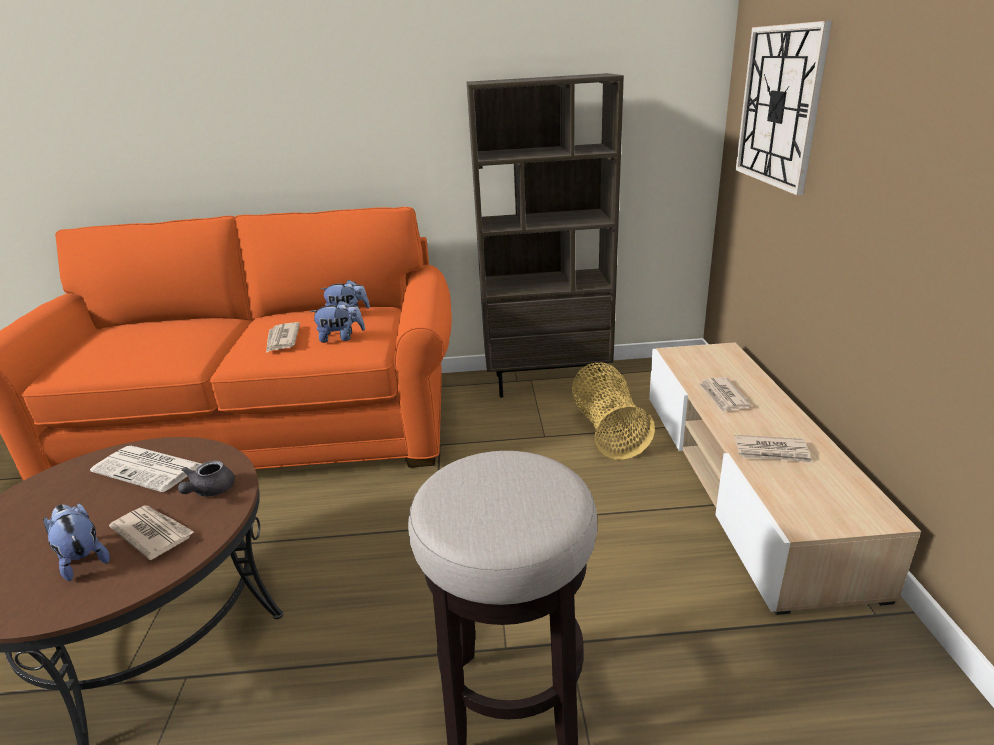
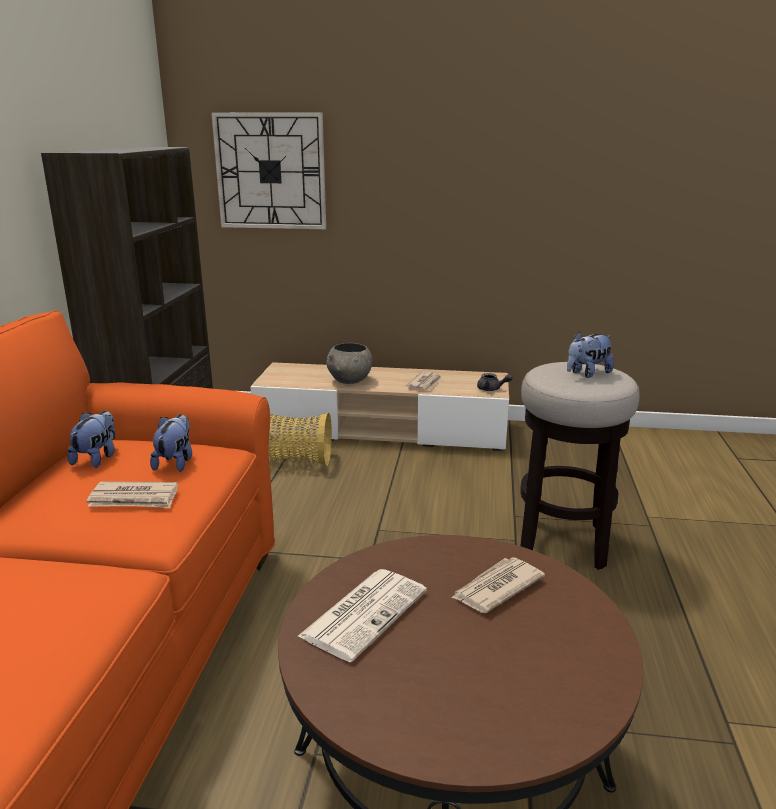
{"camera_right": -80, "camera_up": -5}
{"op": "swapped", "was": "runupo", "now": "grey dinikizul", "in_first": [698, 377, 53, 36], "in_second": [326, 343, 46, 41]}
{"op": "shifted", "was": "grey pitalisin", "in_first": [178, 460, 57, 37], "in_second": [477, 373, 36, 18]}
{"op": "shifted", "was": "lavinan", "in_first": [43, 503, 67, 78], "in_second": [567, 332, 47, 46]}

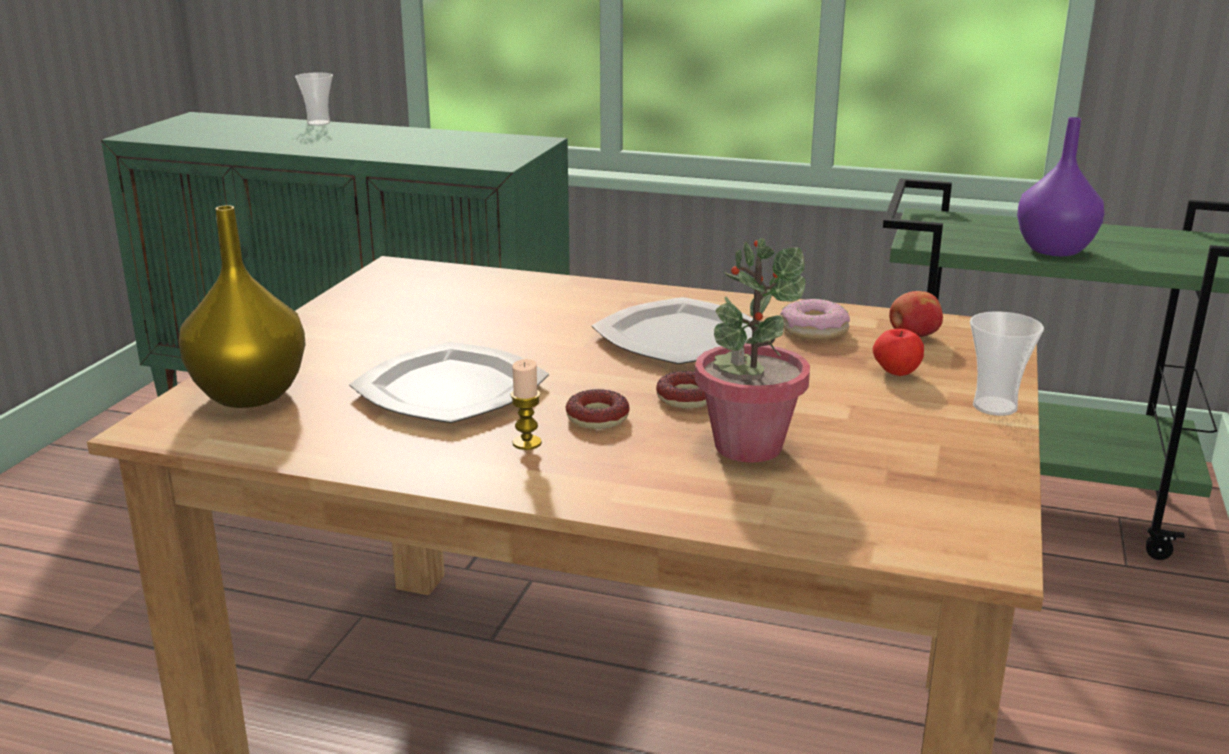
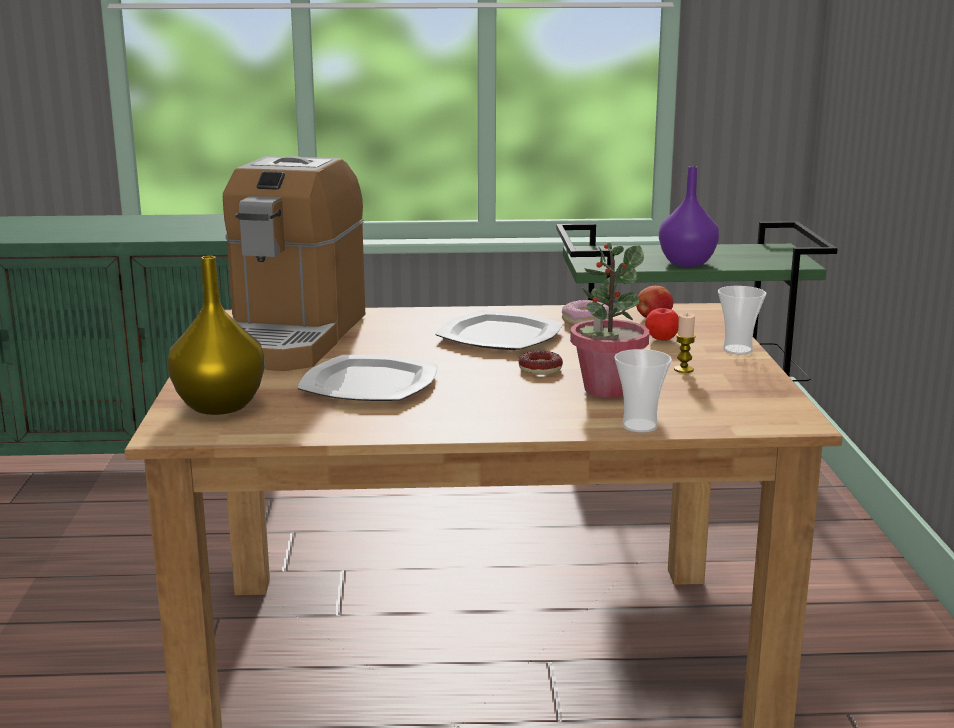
{"camera_right": -20, "camera_up": -5}
{"op": "shifted", "was": "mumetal", "in_first": [295, 72, 38, 54], "in_second": [614, 349, 58, 84]}
{"op": "shifted", "was": "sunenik", "in_first": [510, 359, 32, 91], "in_second": [674, 312, 22, 61]}
{"op": "gone", "was": "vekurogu", "in_first": [565, 389, 65, 40]}
{"op": "new", "now": "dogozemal", "in_second": [223, 156, 142, 215]}

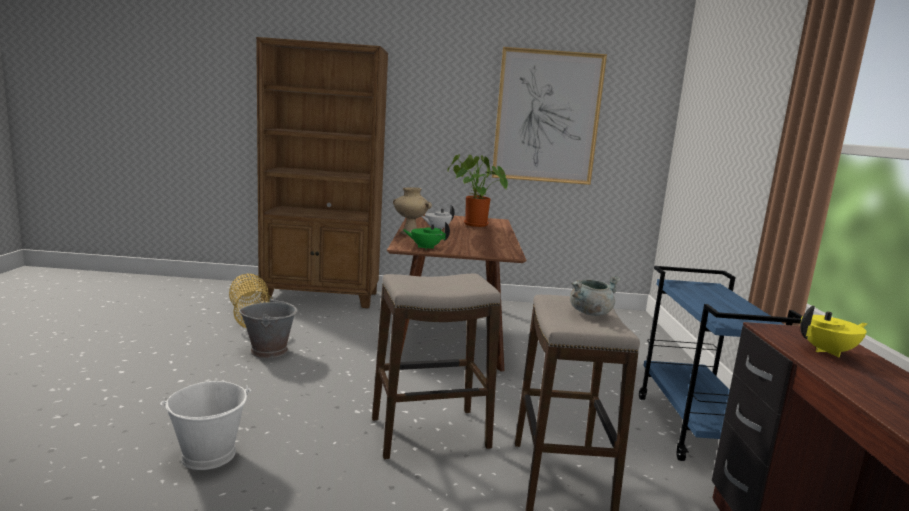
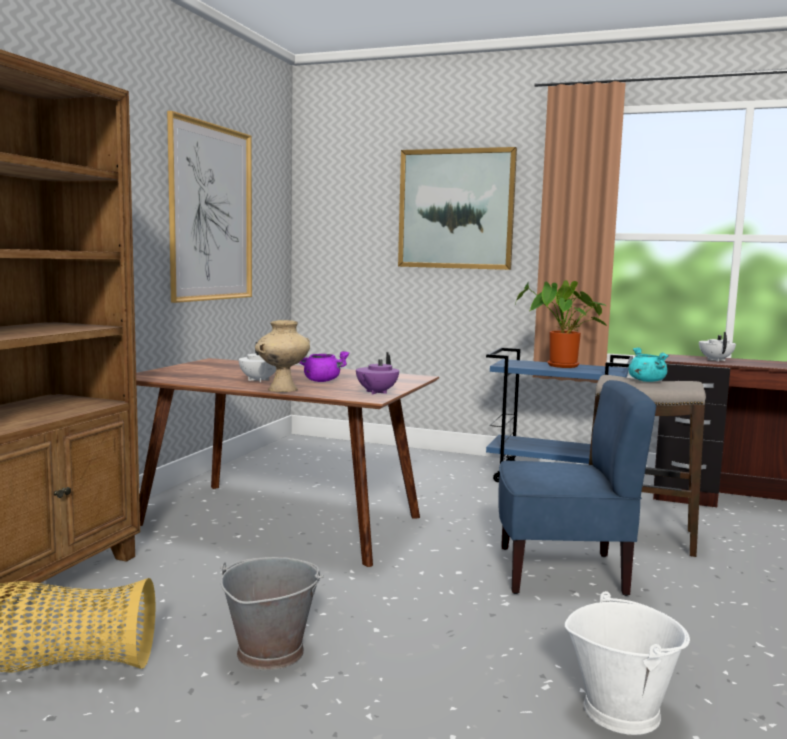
{"camera_right": -70, "camera_up": -5}
{"op": "shifted", "was": "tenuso", "in_first": [447, 154, 61, 73], "in_second": [515, 280, 93, 88]}
{"op": "repainted", "was": "green pitalisin", "now": "purple pitalisin", "in_first": [402, 222, 48, 28], "in_second": [356, 352, 43, 43]}
{"op": "swapped", "was": "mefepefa", "now": "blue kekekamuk", "in_first": [372, 274, 129, 185], "in_second": [498, 380, 158, 216]}
{"op": "repainted", "was": "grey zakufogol", "now": "turquoise zakufogol", "in_first": [570, 276, 51, 40], "in_second": [628, 347, 41, 35]}
{"op": "repainted", "was": "yellow pitalisin", "now": "white pitalisin", "in_first": [800, 305, 67, 53], "in_second": [699, 332, 37, 30]}
{"op": "new", "now": "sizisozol", "in_second": [398, 147, 119, 123]}
{"op": "new", "now": "purple zakufogol", "in_second": [299, 351, 50, 31]}

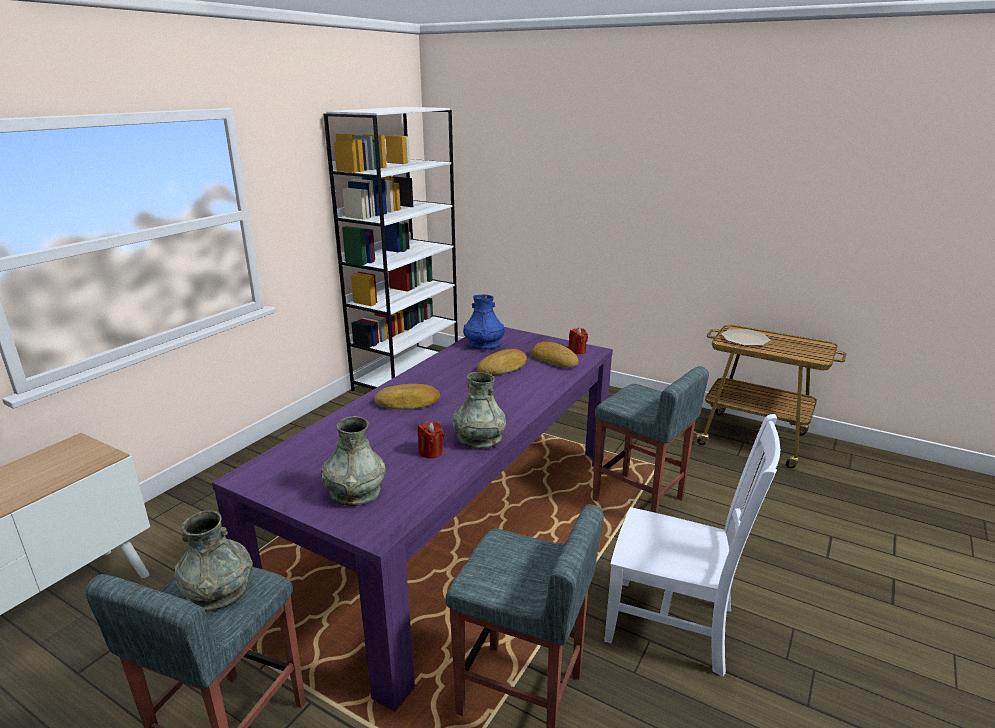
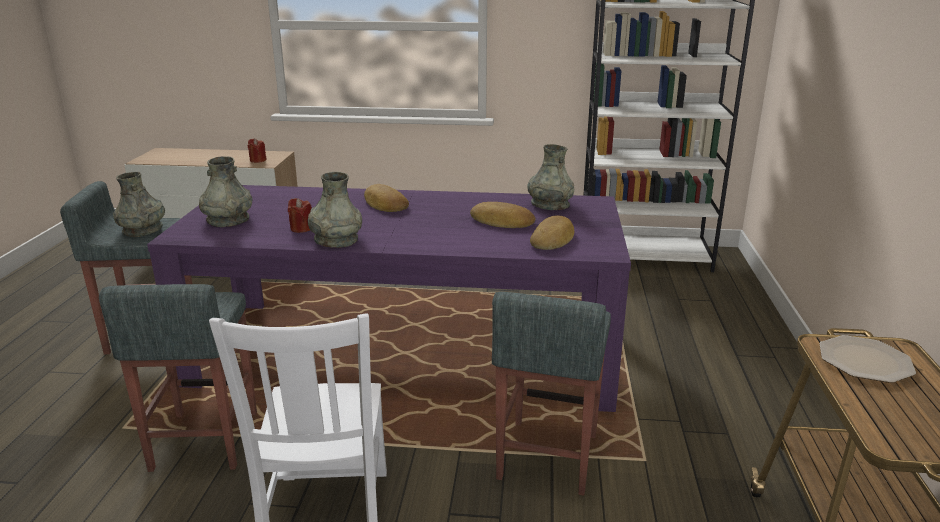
{"camera_right": 65, "camera_up": 0}
{"op": "repainted", "was": "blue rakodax", "now": "grey rakodax", "in_first": [463, 295, 41, 54], "in_second": [527, 144, 47, 66]}
{"op": "shifted", "was": "red sunenik", "in_first": [568, 328, 20, 26], "in_second": [248, 138, 19, 25]}

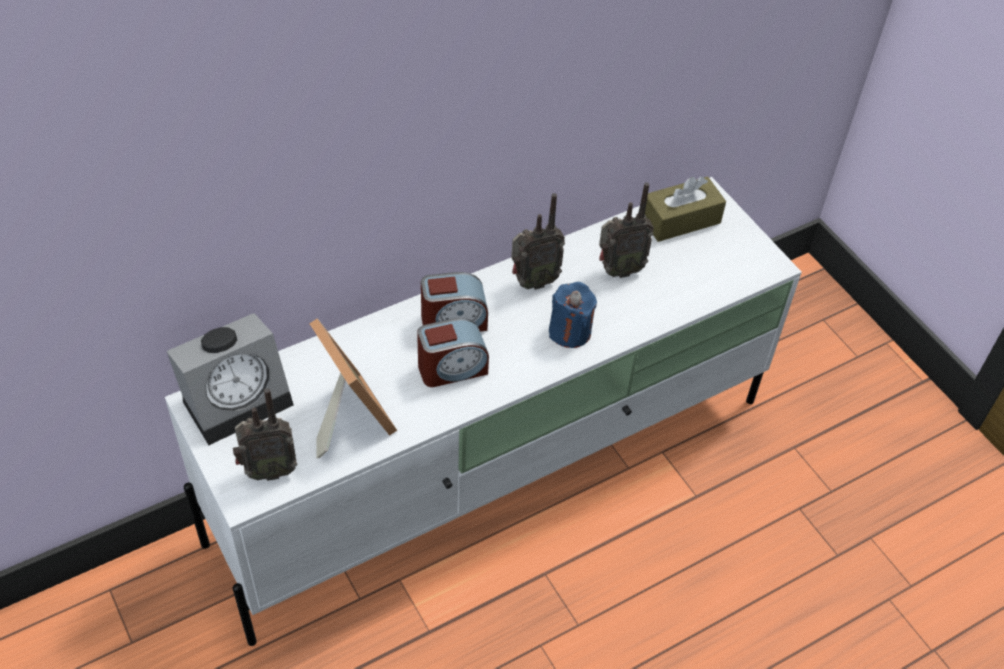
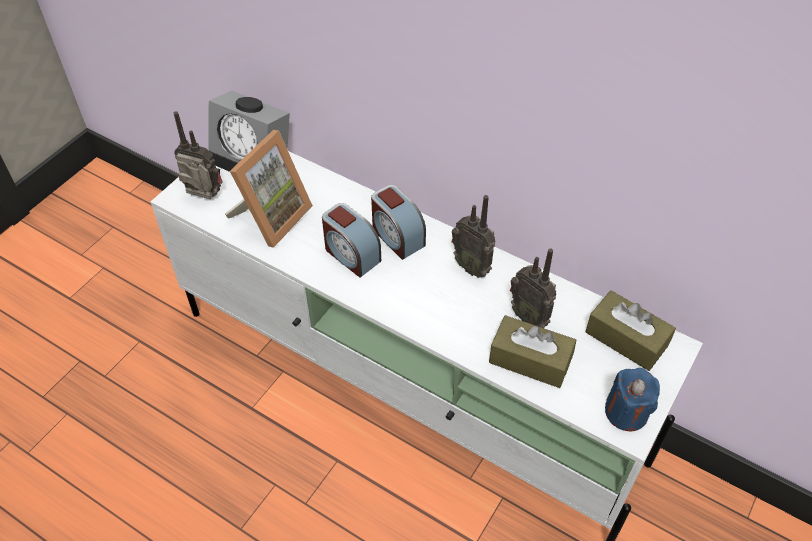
{"camera_right": 65, "camera_up": 0}
{"op": "shifted", "was": "blue sunenik", "in_first": [549, 282, 48, 66], "in_second": [605, 368, 55, 63]}
{"op": "rotated", "was": "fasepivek", "in_first": [233, 388, 64, 93], "in_second": [174, 111, 48, 88], "clockwise": 150}
{"op": "new", "now": "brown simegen", "in_second": [489, 315, 87, 73]}

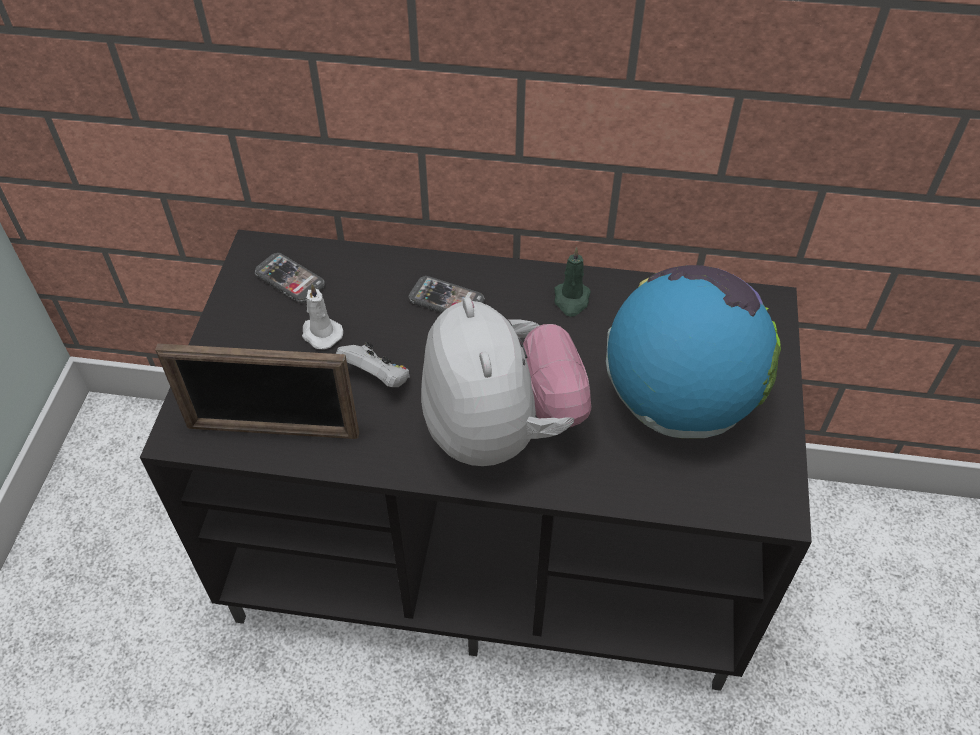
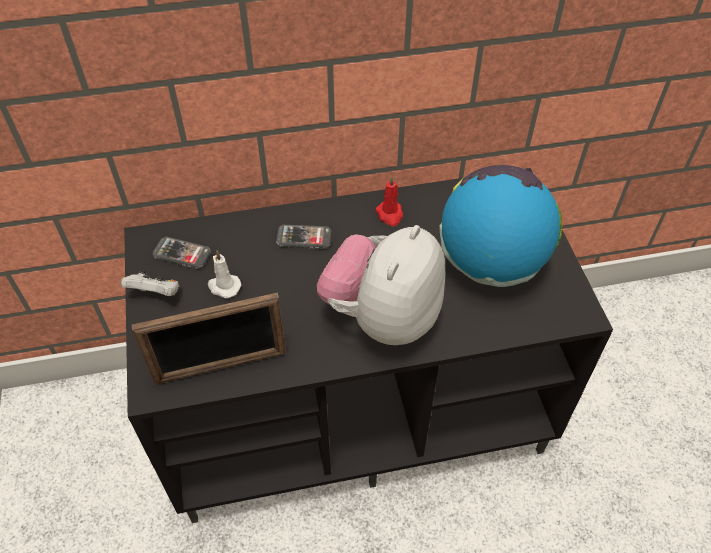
{"camera_right": -20, "camera_up": 0}
{"op": "repainted", "was": "green sunenik", "now": "red sunenik", "in_first": [554, 247, 37, 70], "in_second": [375, 176, 28, 50]}
{"op": "rotated", "was": "lavinan", "in_first": [421, 297, 170, 169], "in_second": [317, 225, 128, 120], "clockwise": -120}
{"op": "shifted", "was": "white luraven", "in_first": [336, 342, 74, 45], "in_second": [121, 270, 58, 26]}

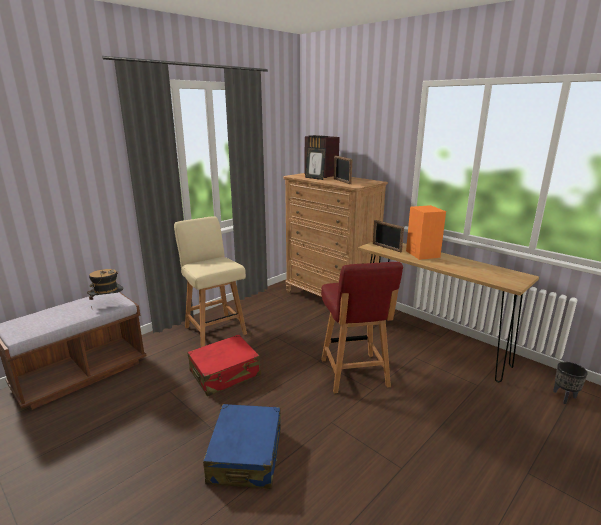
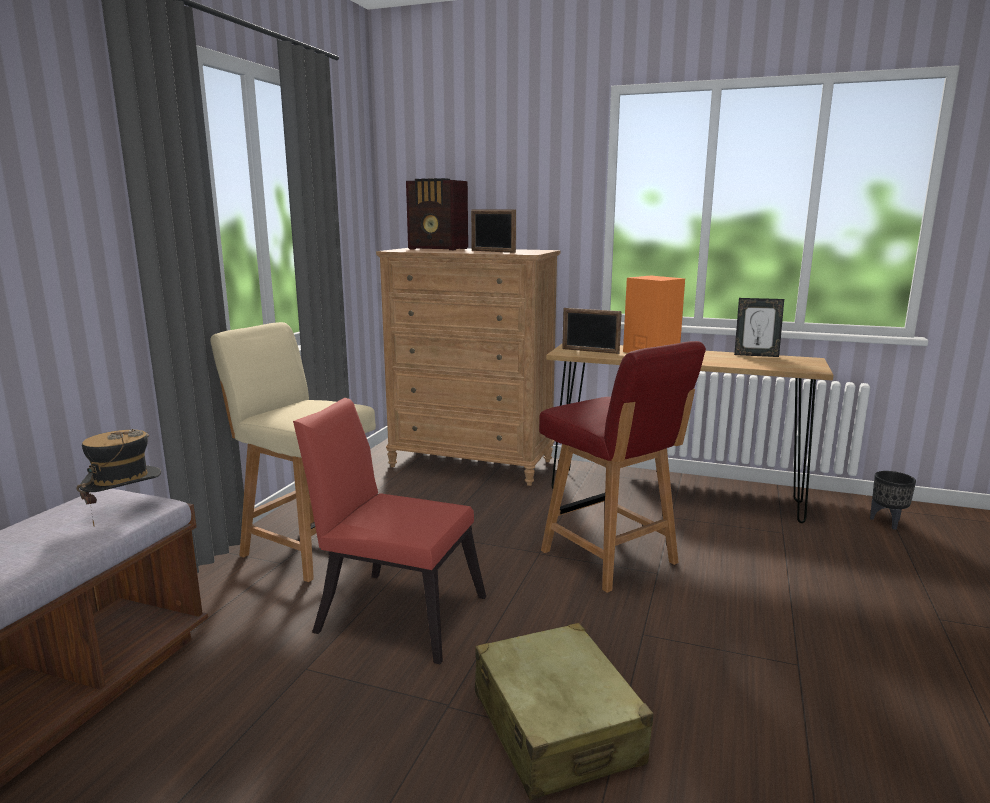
{"camera_right": -25, "camera_up": -5}
{"op": "shifted", "was": "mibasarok", "in_first": [305, 147, 21, 33], "in_second": [734, 298, 50, 59]}
{"op": "swapped", "was": "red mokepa", "now": "red kekekamuk", "in_first": [187, 334, 74, 62], "in_second": [293, 398, 193, 266]}
{"op": "repainted", "was": "blue mokepa", "now": "beige mokepa", "in_first": [203, 404, 78, 85], "in_second": [475, 623, 178, 177]}

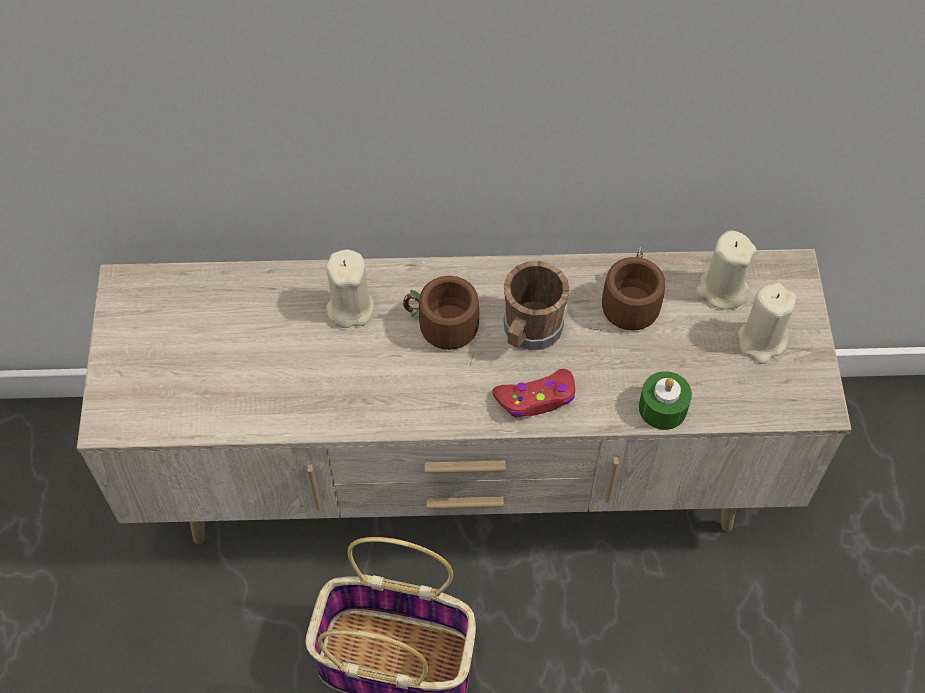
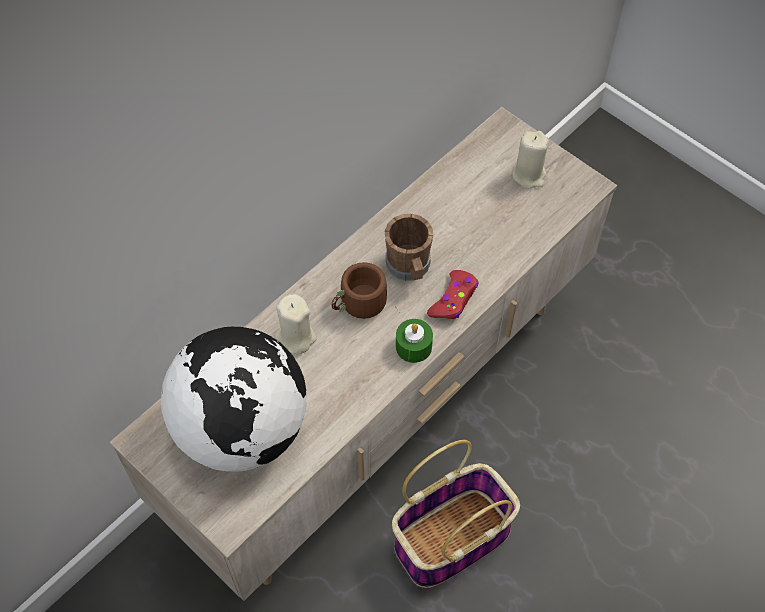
{"camera_right": -45, "camera_up": 0}
{"op": "gone", "was": "beige sunenik", "in_first": [696, 230, 61, 80]}
{"op": "gone", "was": "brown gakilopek", "in_first": [589, 247, 76, 84]}
{"op": "shifted", "was": "green sunenik", "in_first": [639, 371, 53, 59], "in_second": [396, 319, 37, 44]}
{"op": "new", "now": "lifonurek", "in_second": [161, 327, 145, 144]}

